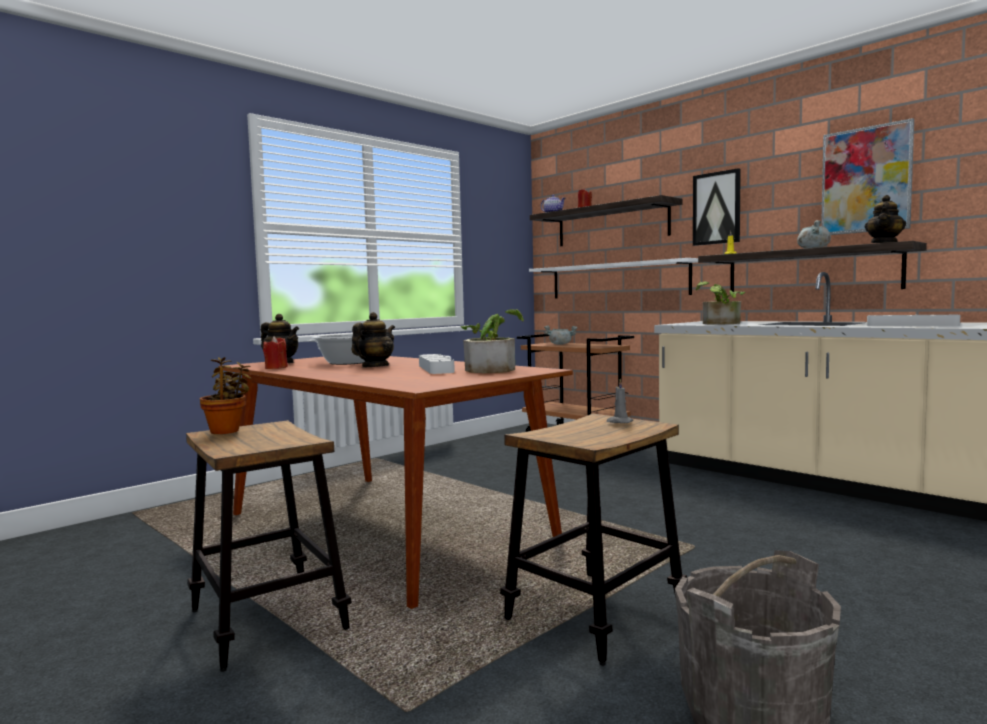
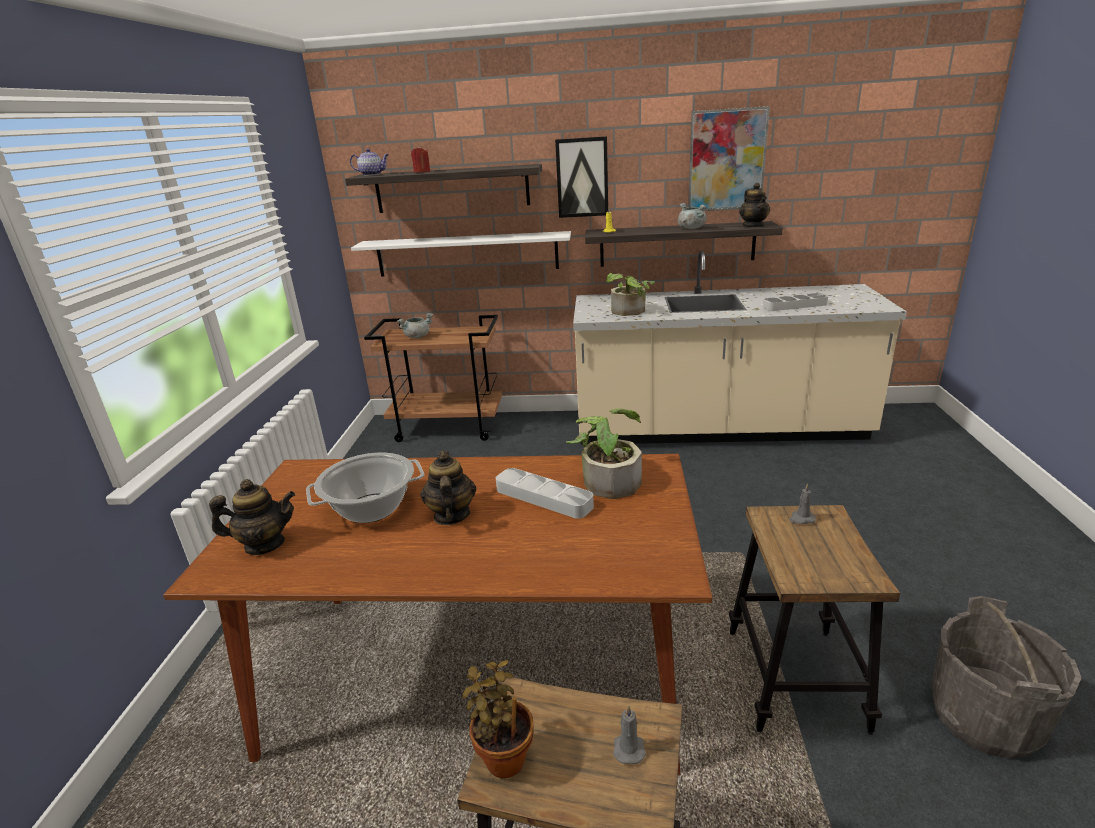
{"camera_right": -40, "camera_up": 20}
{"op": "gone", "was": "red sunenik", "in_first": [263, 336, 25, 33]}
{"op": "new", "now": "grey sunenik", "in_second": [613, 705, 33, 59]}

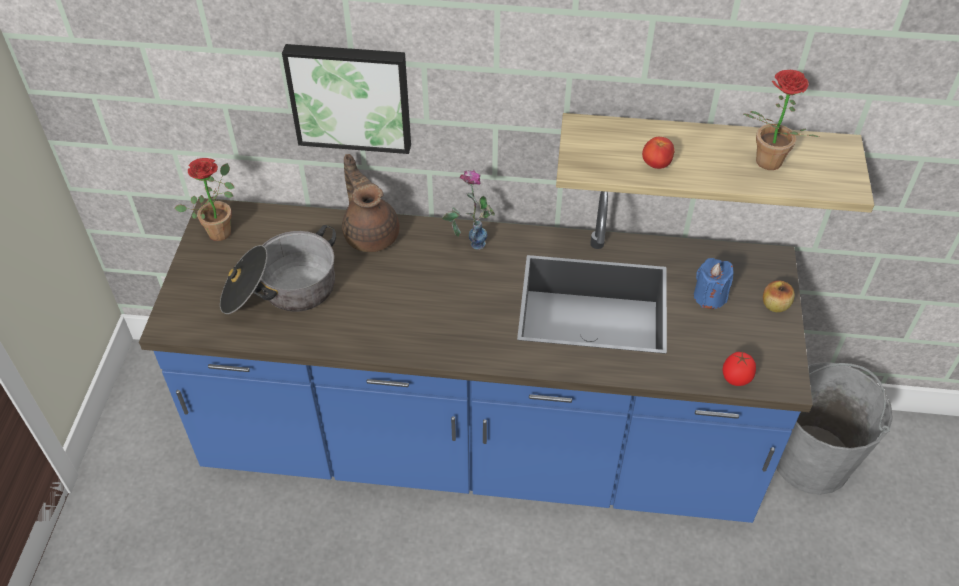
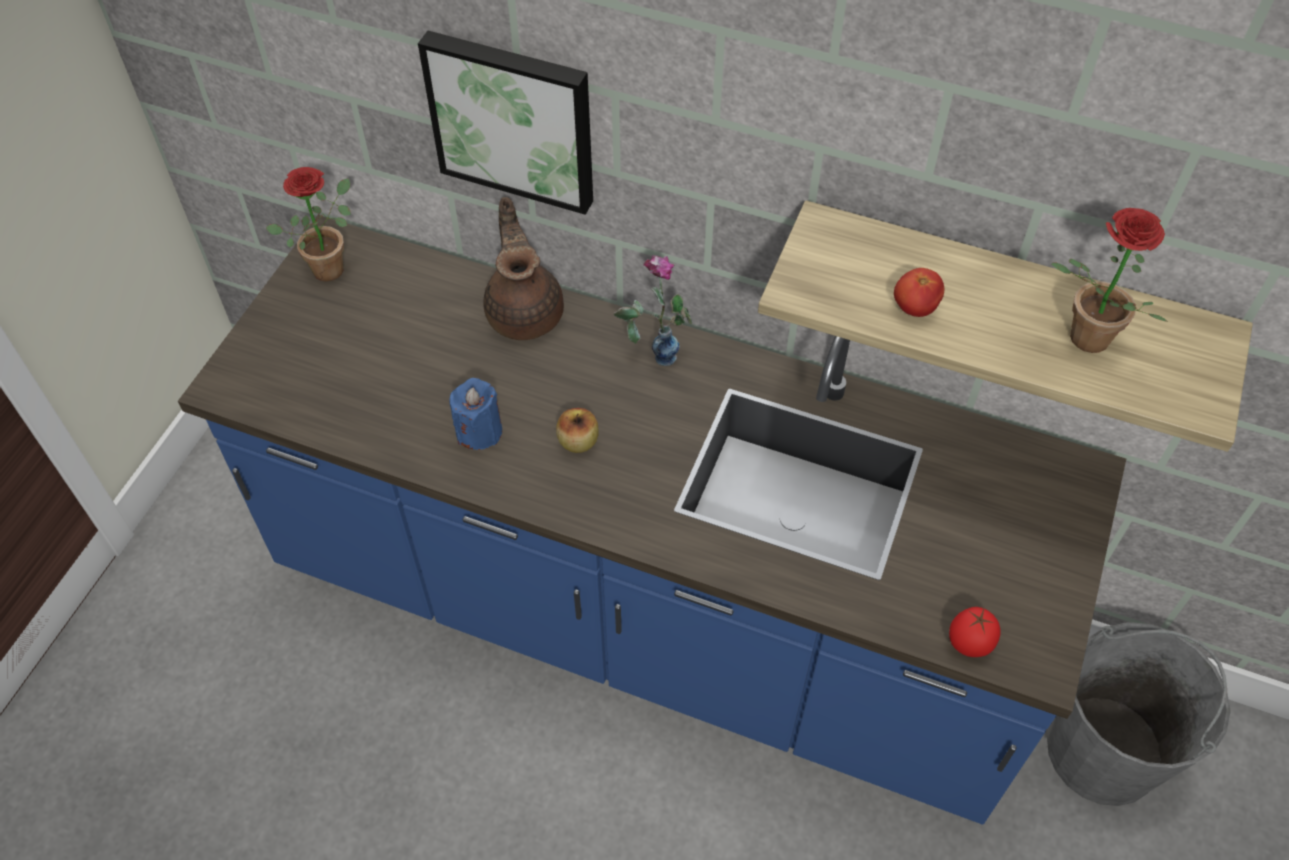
{"camera_right": 15, "camera_up": 5}
{"op": "gone", "was": "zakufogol", "in_first": [220, 225, 116, 89]}
{"op": "shifted", "was": "blue sunenik", "in_first": [694, 258, 40, 51], "in_second": [449, 378, 53, 72]}
{"op": "shifted", "was": "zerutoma", "in_first": [763, 280, 32, 32], "in_second": [556, 408, 43, 45]}

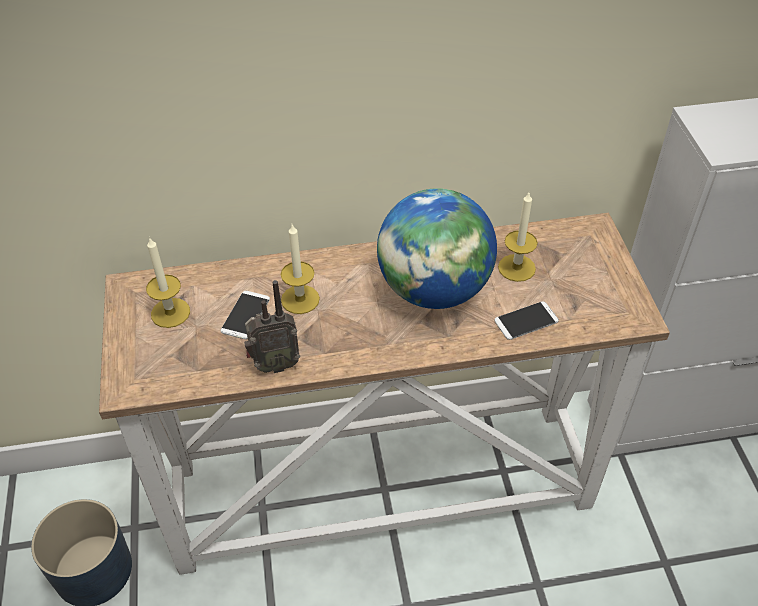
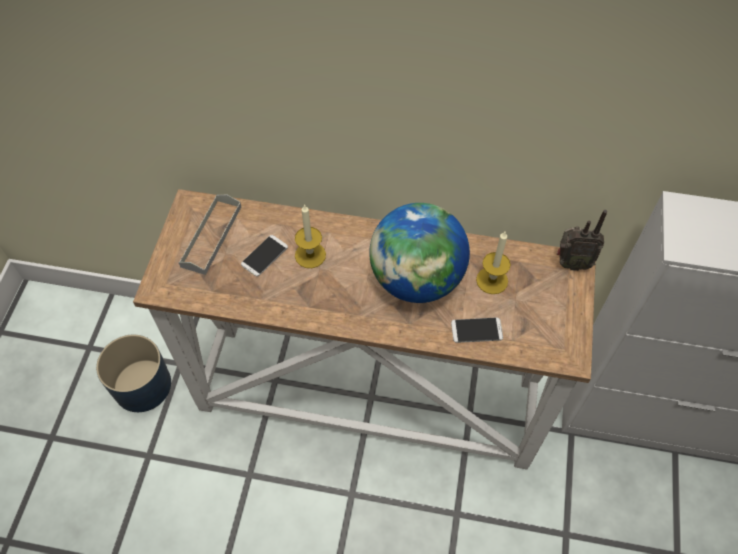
{"camera_right": 20, "camera_up": 10}
{"op": "swapped", "was": "sunenik", "now": "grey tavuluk", "in_first": [146, 237, 44, 91], "in_second": [178, 195, 63, 80]}
{"op": "shifted", "was": "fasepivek", "in_first": [244, 280, 56, 93], "in_second": [557, 210, 50, 61]}

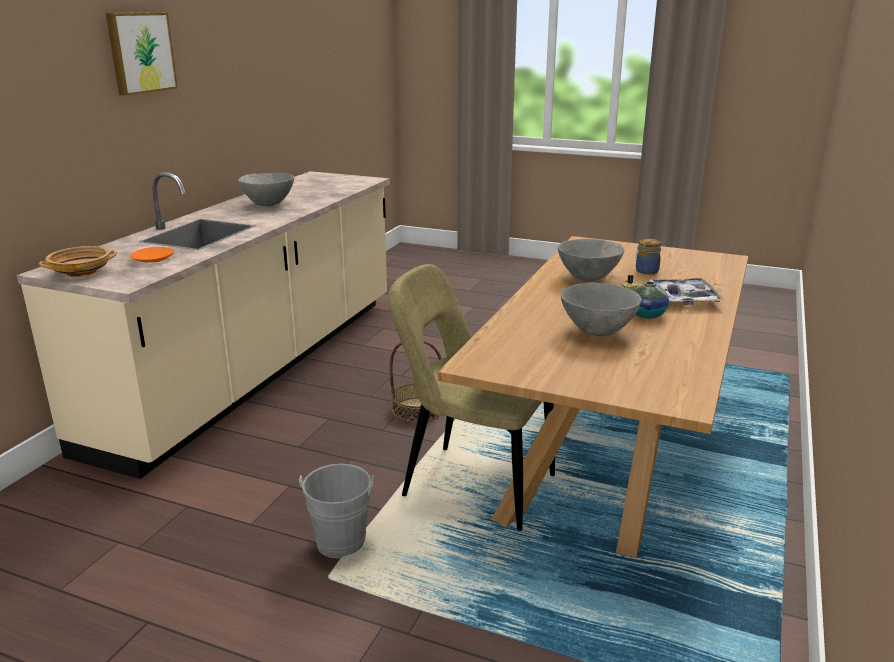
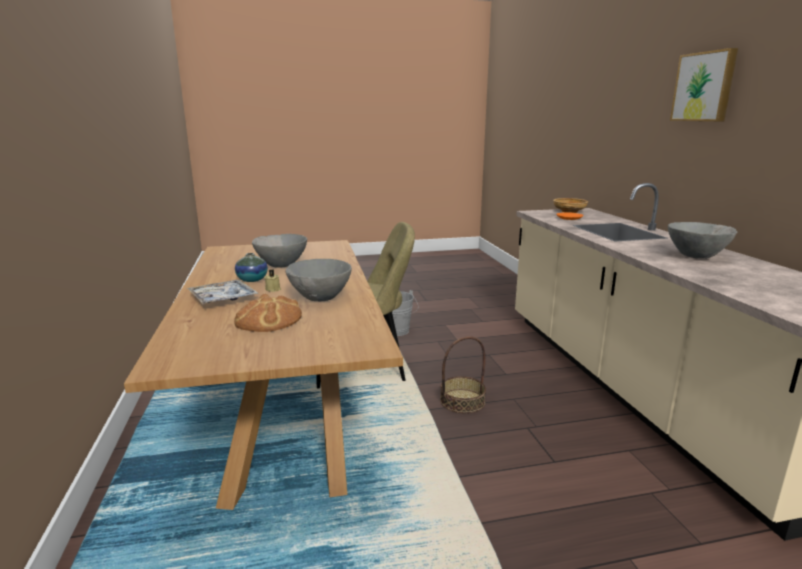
{"camera_right": 145, "camera_up": -5}
{"op": "swapped", "was": "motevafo", "now": "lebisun", "in_first": [636, 239, 25, 36], "in_second": [234, 293, 68, 39]}

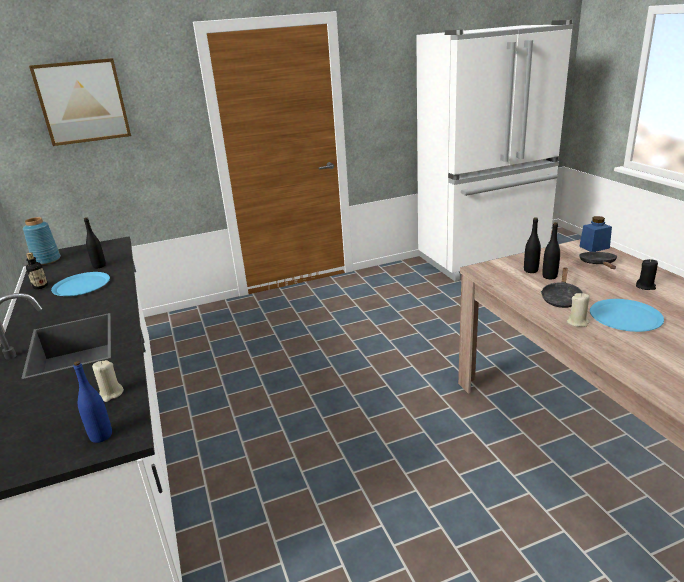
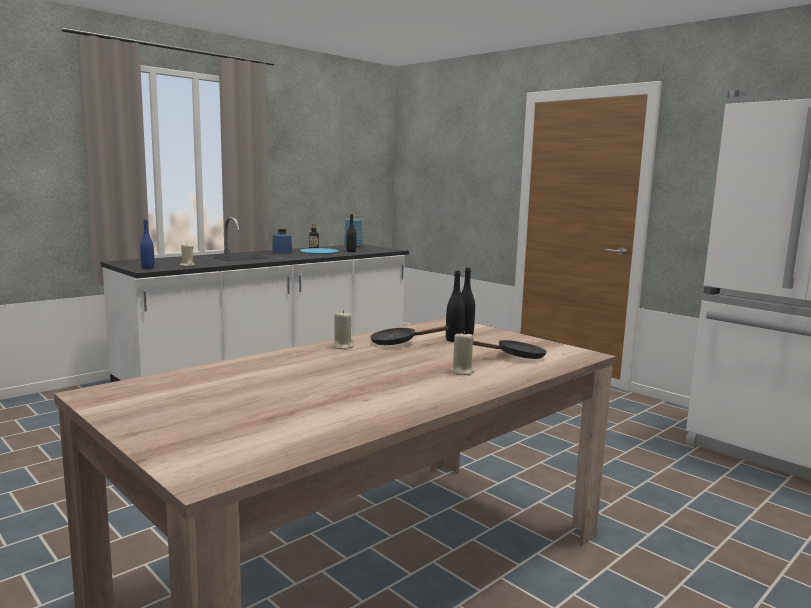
{"camera_right": 65, "camera_up": -15}
{"op": "gone", "was": "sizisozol", "in_first": [29, 58, 102, 88]}
{"op": "shifted", "was": "blue motevafo", "in_first": [579, 216, 33, 36], "in_second": [272, 229, 20, 25]}
{"op": "repainted", "was": "black sunenik", "now": "beige sunenik", "in_first": [636, 259, 22, 31], "in_second": [451, 331, 24, 45]}
{"op": "gone", "was": "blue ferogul", "in_first": [590, 299, 74, 33]}

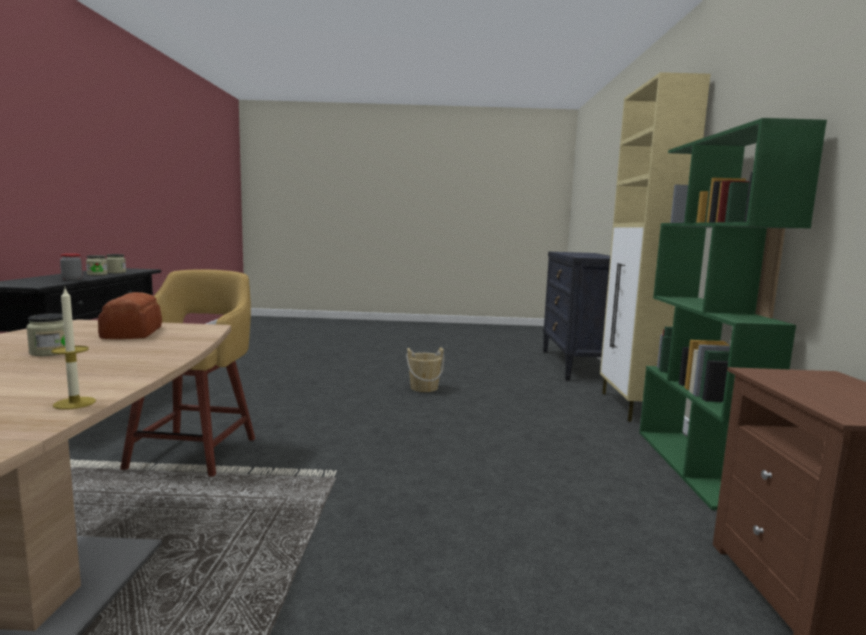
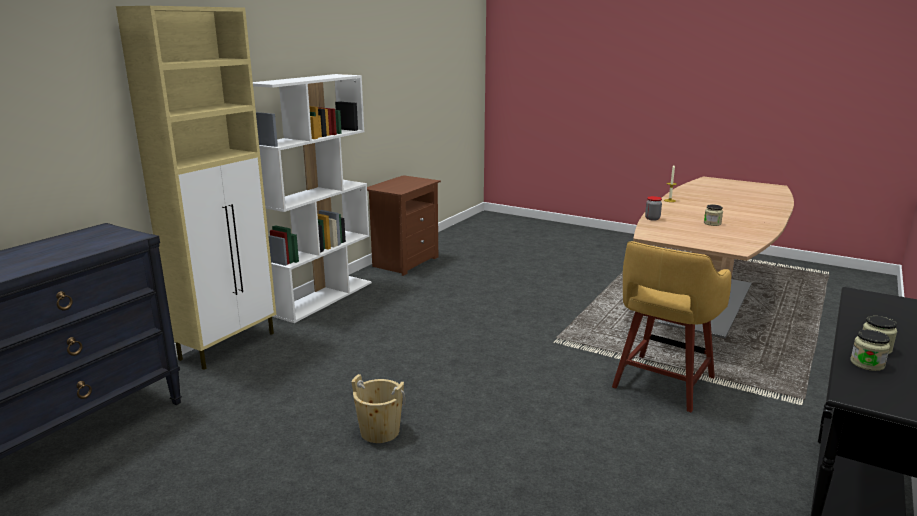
{"camera_right": -150, "camera_up": 10}
{"op": "repainted", "was": "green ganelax", "now": "white ganelax", "in_first": [639, 118, 188, 392], "in_second": [253, 74, 119, 249]}
{"op": "shifted", "was": "motevafo", "in_first": [60, 253, 23, 28], "in_second": [645, 196, 17, 24]}
{"op": "gone", "was": "lebisun", "in_first": [98, 292, 64, 47]}

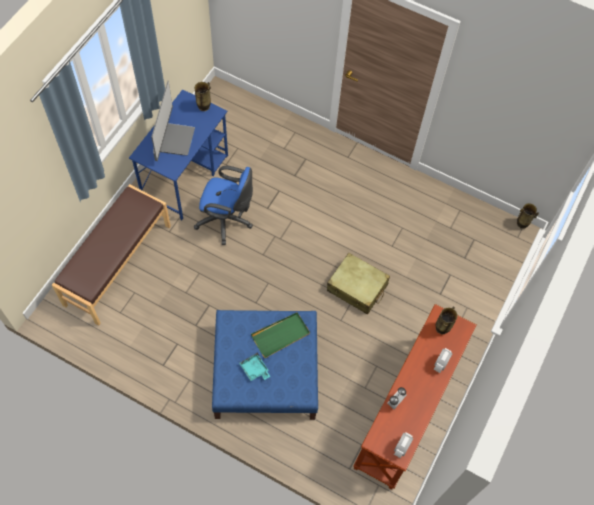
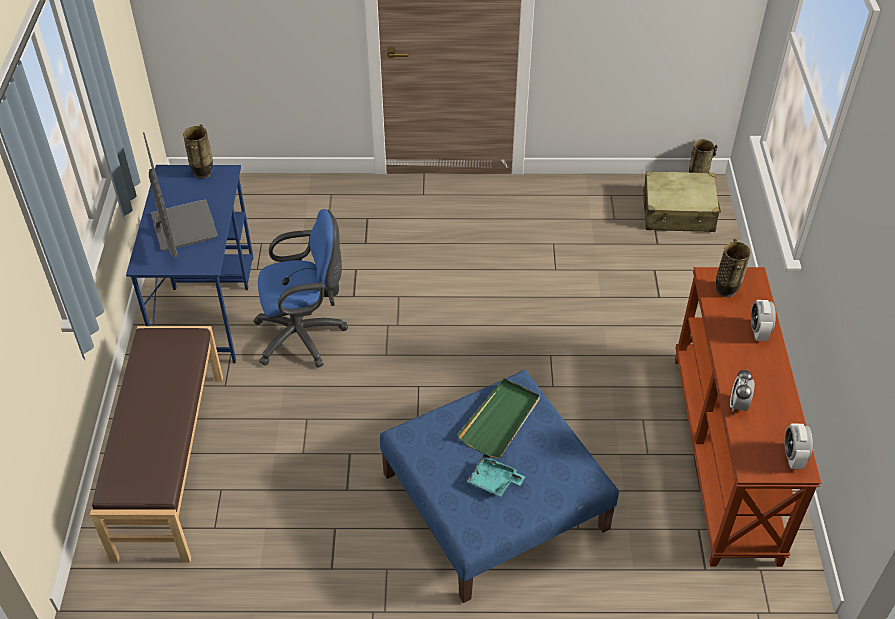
{"camera_right": -25, "camera_up": -15}
{"op": "shifted", "was": "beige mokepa", "in_first": [327, 253, 63, 62], "in_second": [643, 171, 78, 61]}

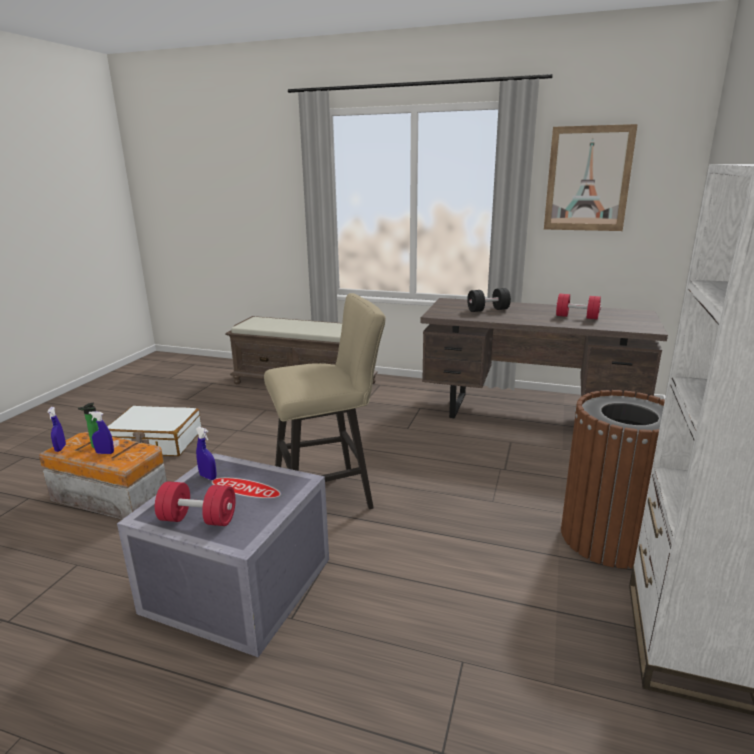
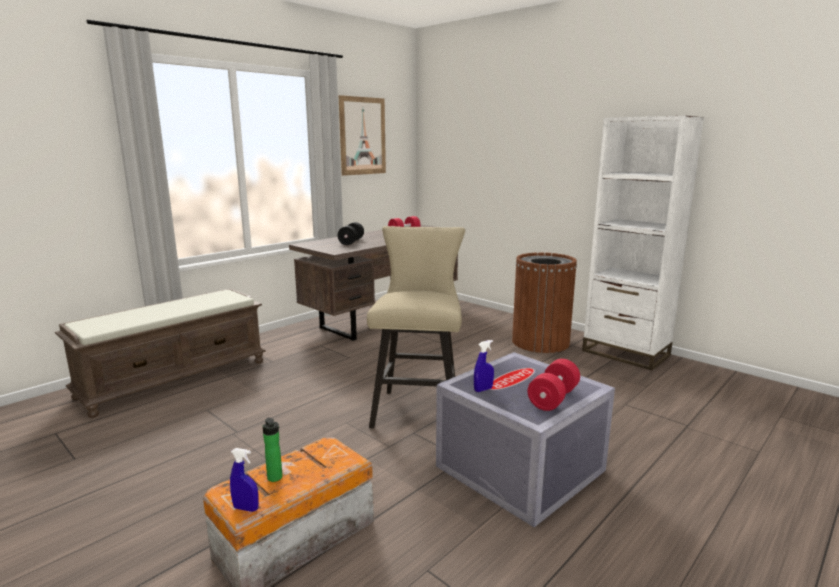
{"camera_right": -65, "camera_up": -5}
{"op": "gone", "was": "white mokepa", "in_first": [107, 406, 94, 50]}
{"op": "gone", "was": "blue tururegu", "in_first": [89, 411, 25, 43]}

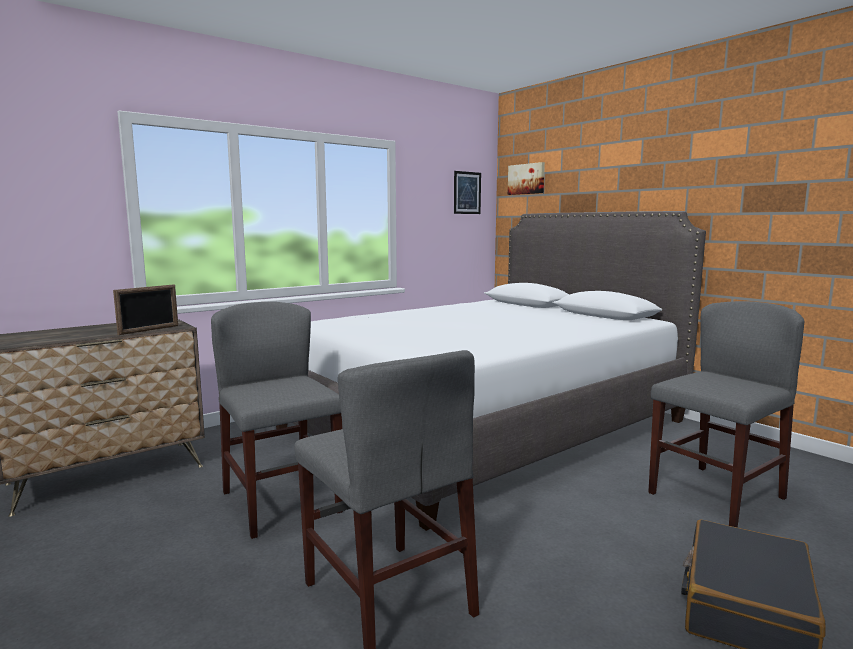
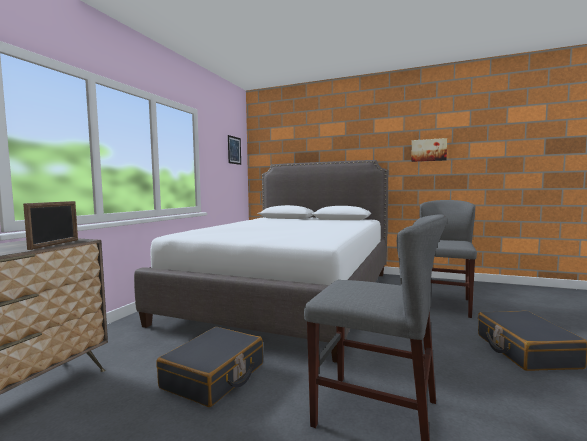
{"camera_right": -30, "camera_up": -5}
{"op": "shifted", "was": "sizisozol", "in_first": [508, 162, 37, 33], "in_second": [411, 138, 36, 24]}
{"op": "swapped", "was": "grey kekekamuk", "now": "black mokepa", "in_first": [211, 302, 132, 237], "in_second": [157, 327, 106, 80]}

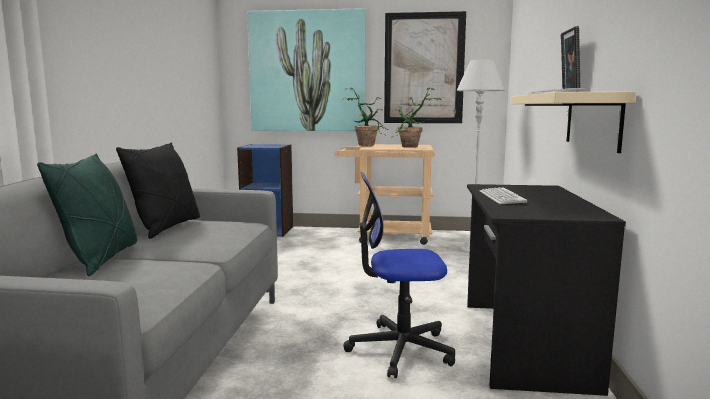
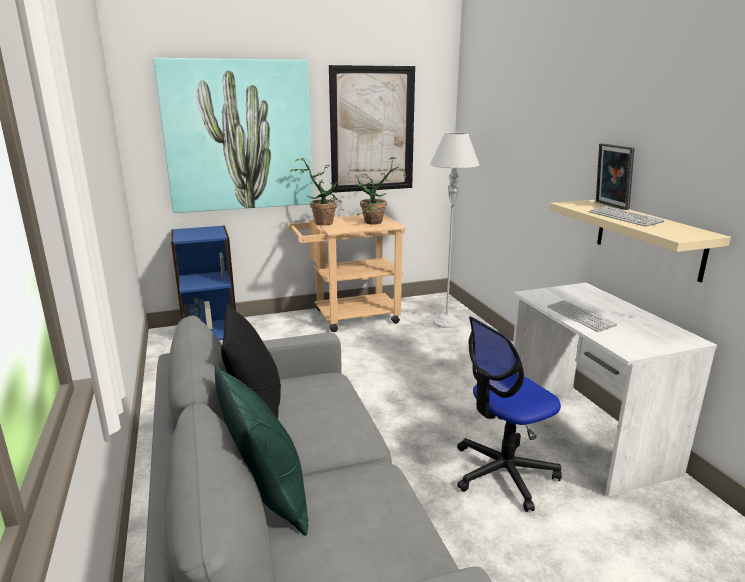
{"camera_right": -25, "camera_up": 10}
{"op": "repainted", "was": "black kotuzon", "now": "white kotuzon", "in_first": [467, 184, 159, 212], "in_second": [513, 283, 204, 214]}

